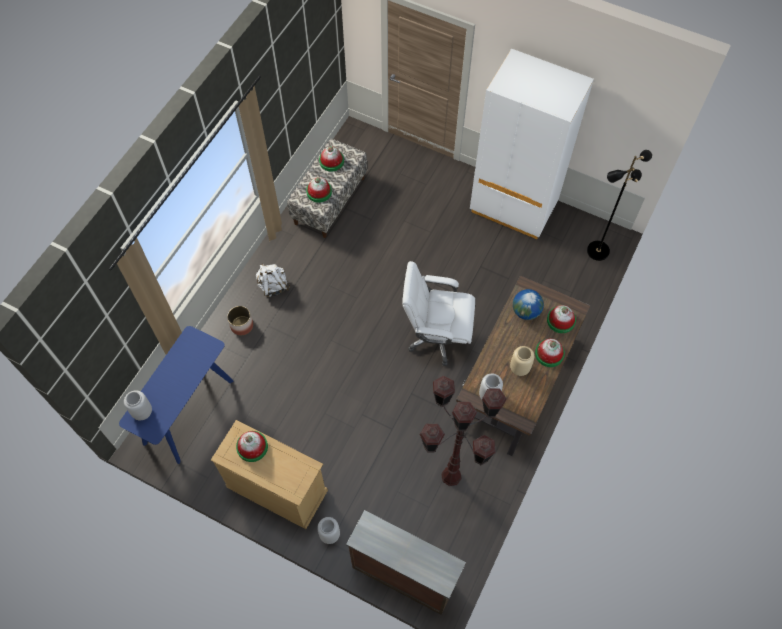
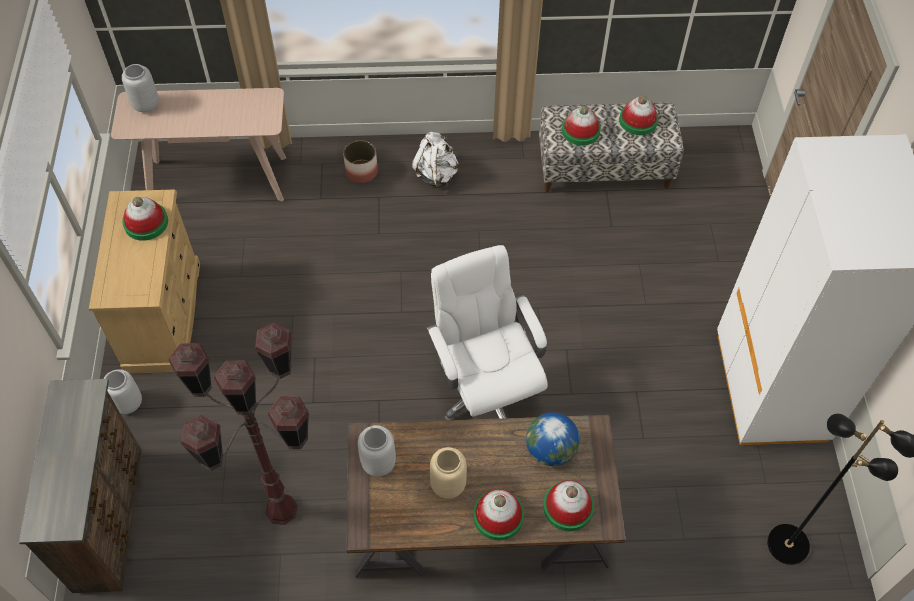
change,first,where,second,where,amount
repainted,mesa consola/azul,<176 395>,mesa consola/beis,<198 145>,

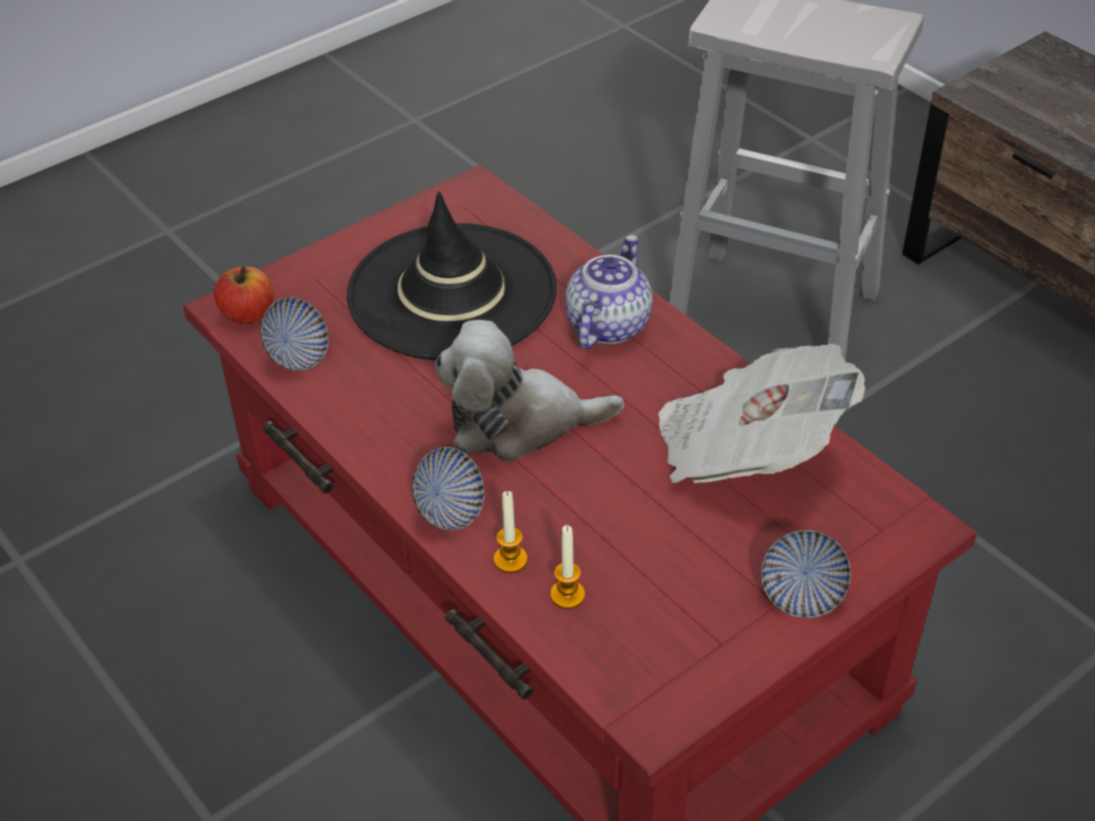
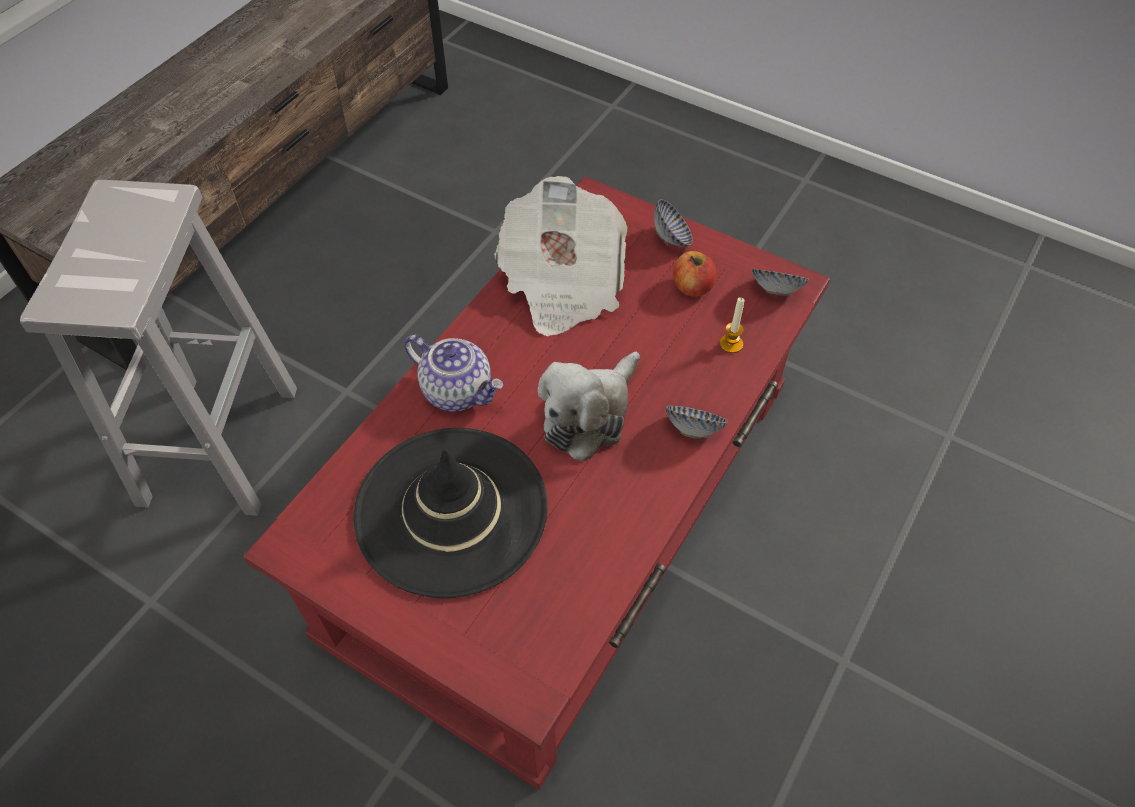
change,first,where,second,where,amount
rotated,tetera,<609 292>,,<453 373>,150 degrees counterclockwise
rotated,peluche,<529 391>,,<589 407>,60 degrees clockwise
shifted,manzana,<243 295>,,<694 274>,
shifted,cuenco,<295 334>,,<780 282>,
gone,vela,<510 532>,,,

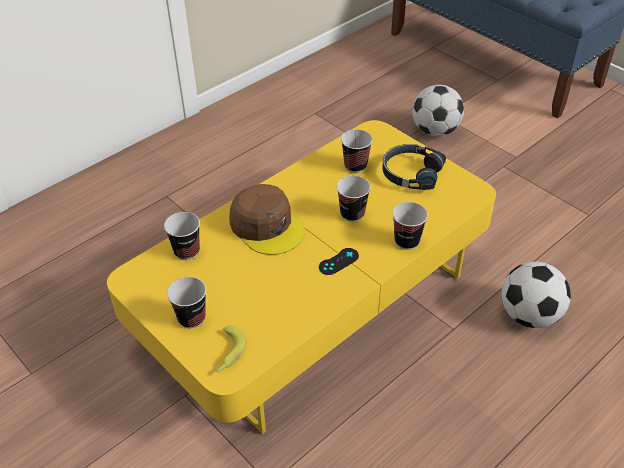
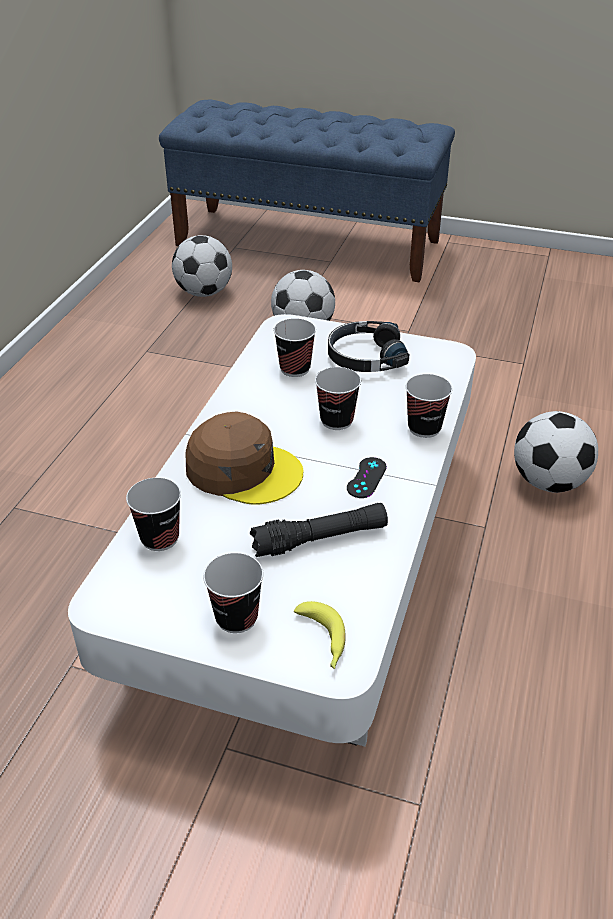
change,first,where,second,where,amount
repainted,mesa de centro/amarillo,<301 277>,mesa de centro/blanco,<272 530>,
new,,,balón de fútbol,<202 266>,
new,,,linterna/negro,<319 530>,

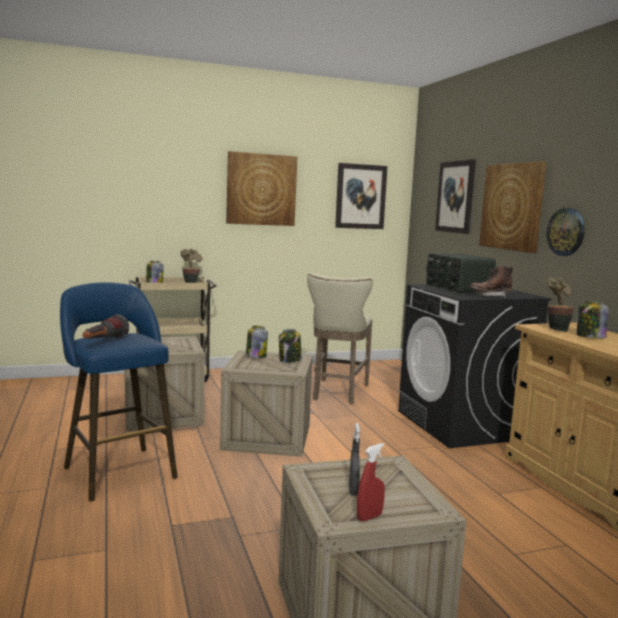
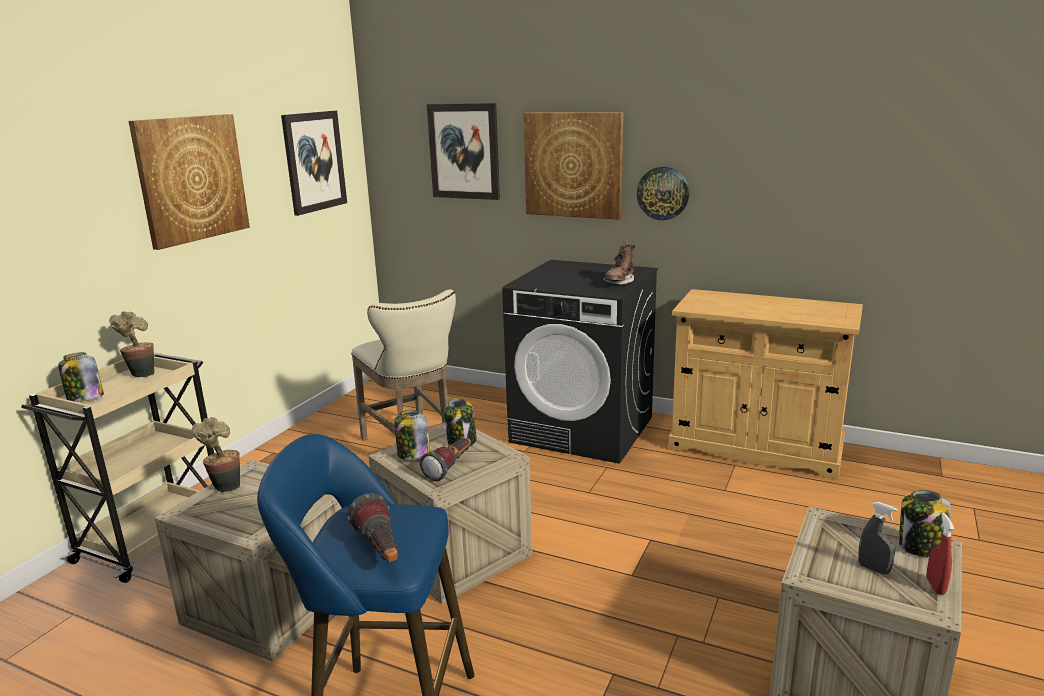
change,first,where,second,where,amount
shifted,planta en maceta,<560 304>,,<216 454>,
new,,,linterna,<445 459>,
shifted,tarro,<592 319>,,<925 523>,
gone,radio,<461 273>,,,

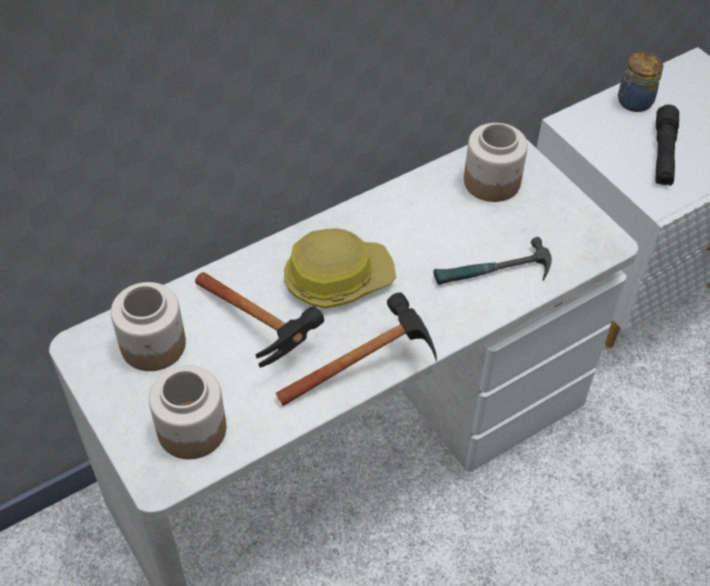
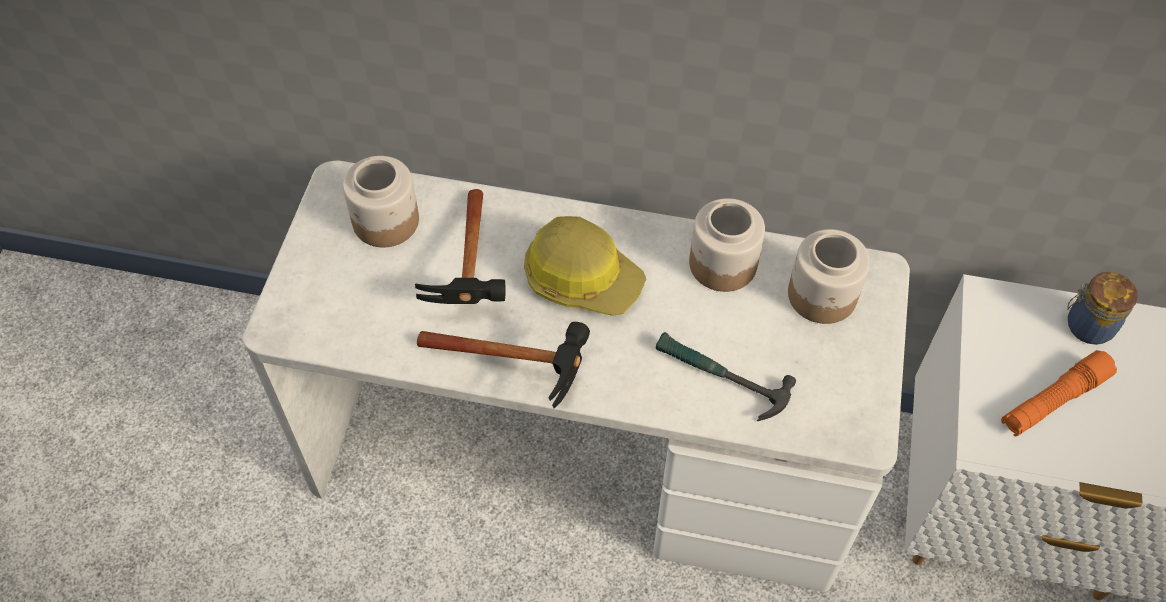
change,first,where,second,where,amount
shifted,tarro,<187 412>,,<727 245>,
repainted,linterna/negro,<667 145>,linterna/naranja,<1059 393>,

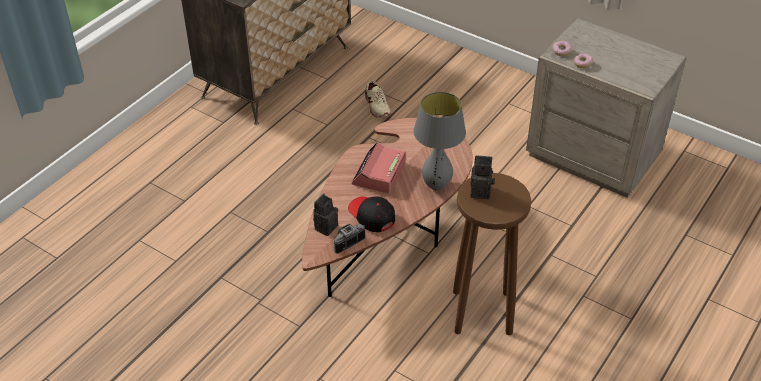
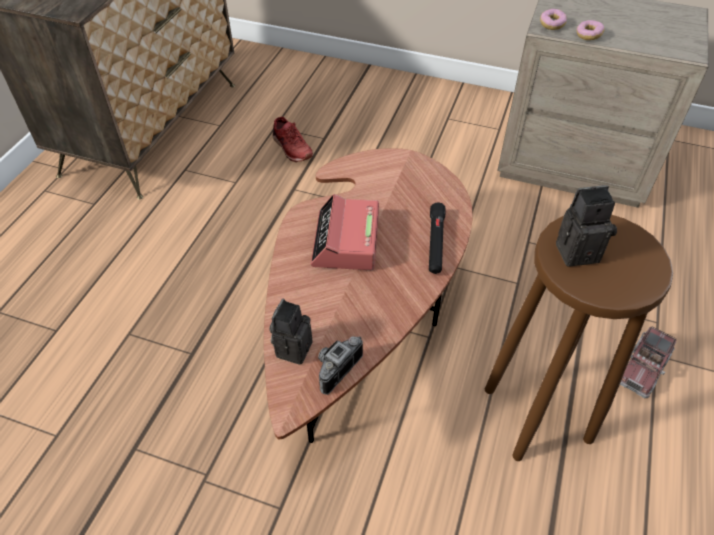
change,first,where,second,where,amount
repainted,zapato/beis,<377 99>,zapato/rojo,<293 139>,
swapped,lámpara de mesa/gris,<439 141>,linterna/negro,<437 238>,
new,,,camión de juguete,<648 362>,
gone,gorra/negro,<371 214>,,,

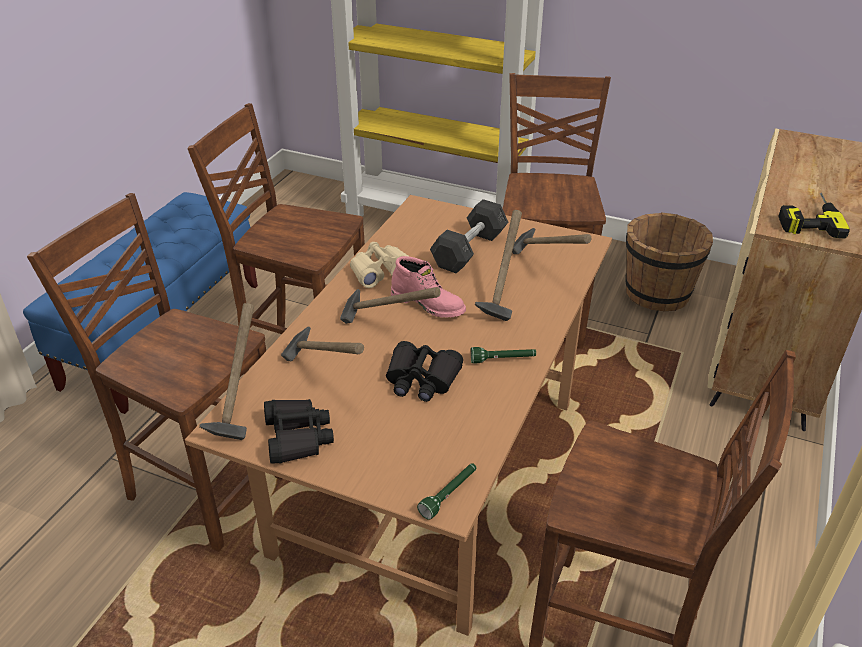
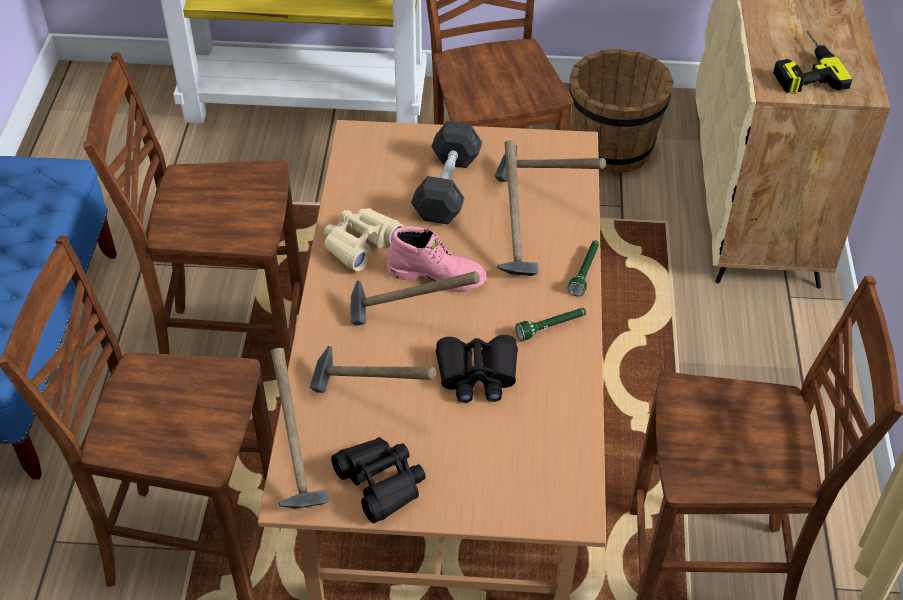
change,first,where,second,where,amount
shifted,linterna/verde,<446 491>,,<583 268>,

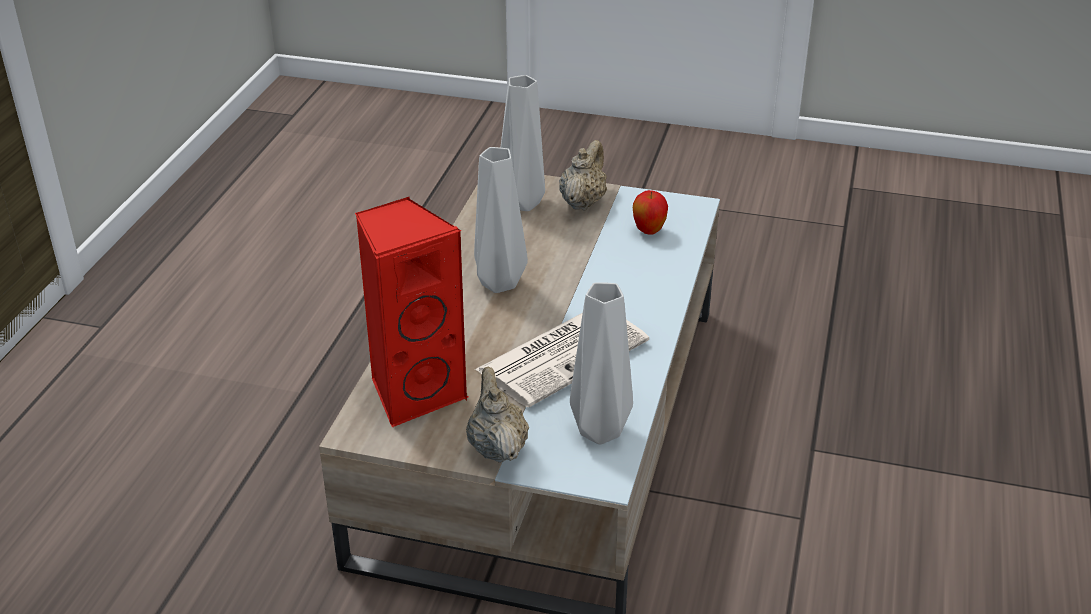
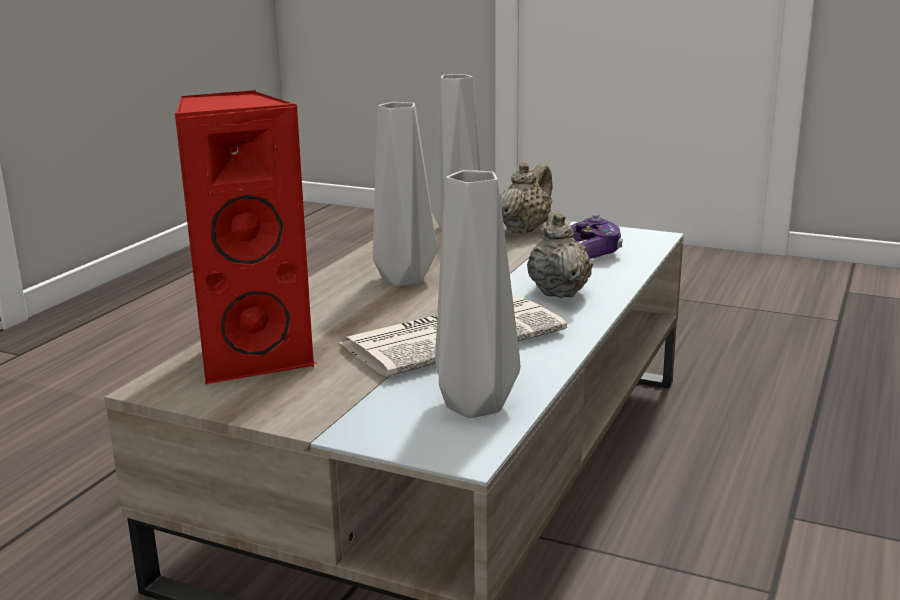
change,first,where,second,where,amount
shifted,tetera/beis,<497 414>,,<560 254>,
swapped,manzana,<650 212>,mando de consola,<597 236>,

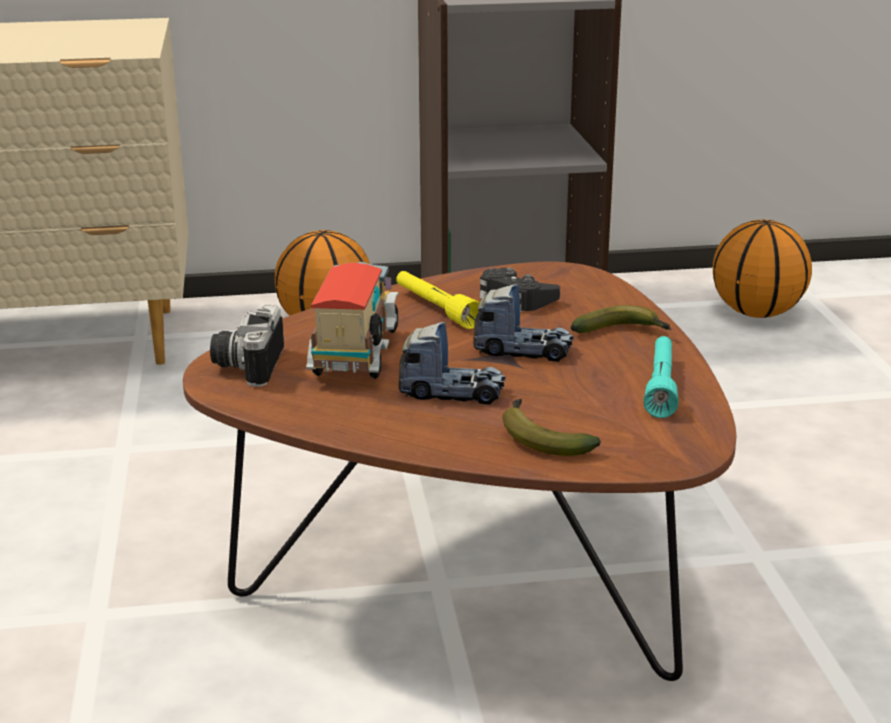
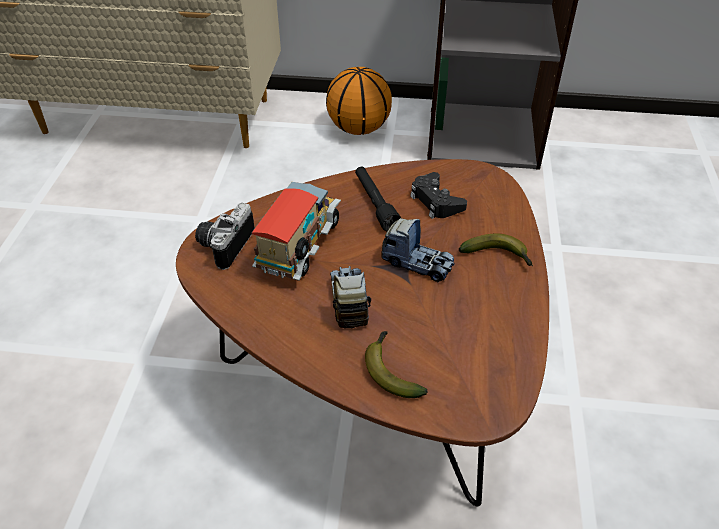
change,first,where,second,where,amount
rotated,camión de juguete,<452 363>,,<350 297>,120 degrees counterclockwise
repainted,linterna/amarillo,<438 300>,linterna/negro,<378 199>,
gone,linterna/turquesa,<661 377>,,,
gone,balón de baloncesto,<762 269>,,,

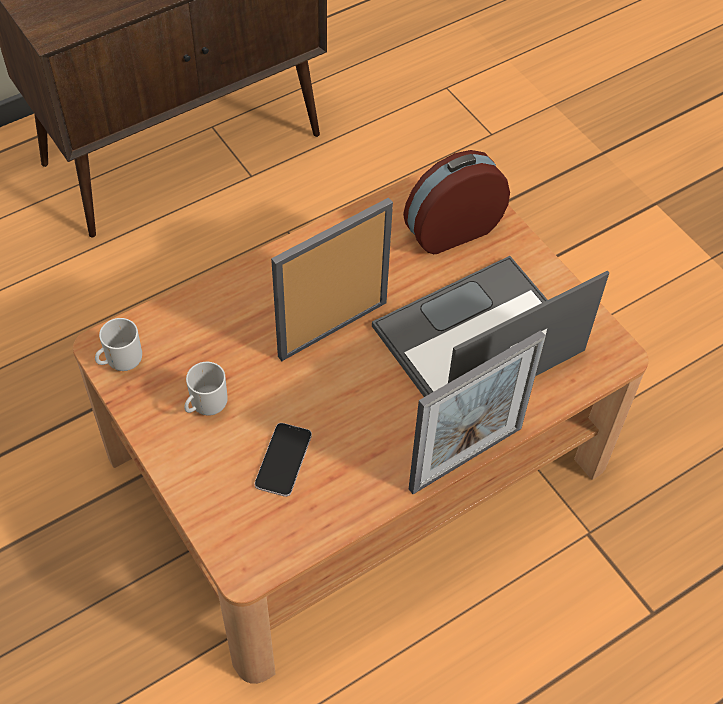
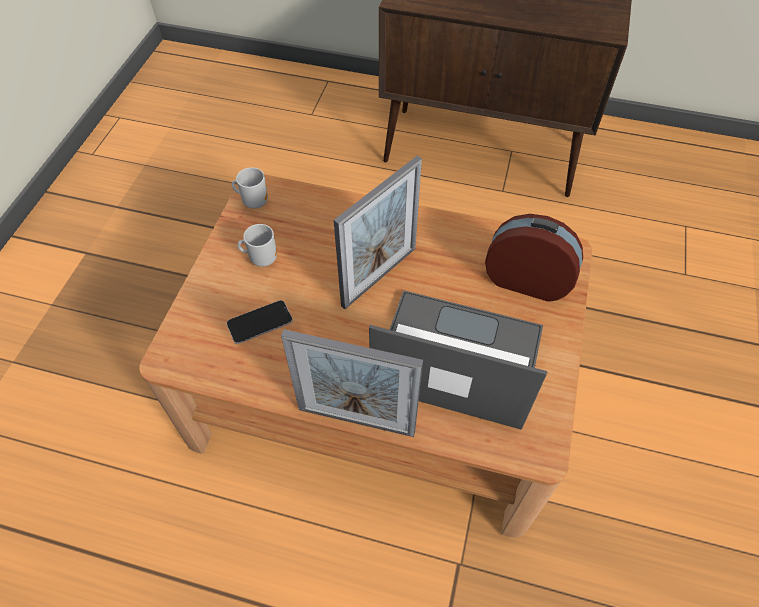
change,first,where,second,where,amount
rotated,portarretratos,<332 279>,,<378 232>,120 degrees clockwise

